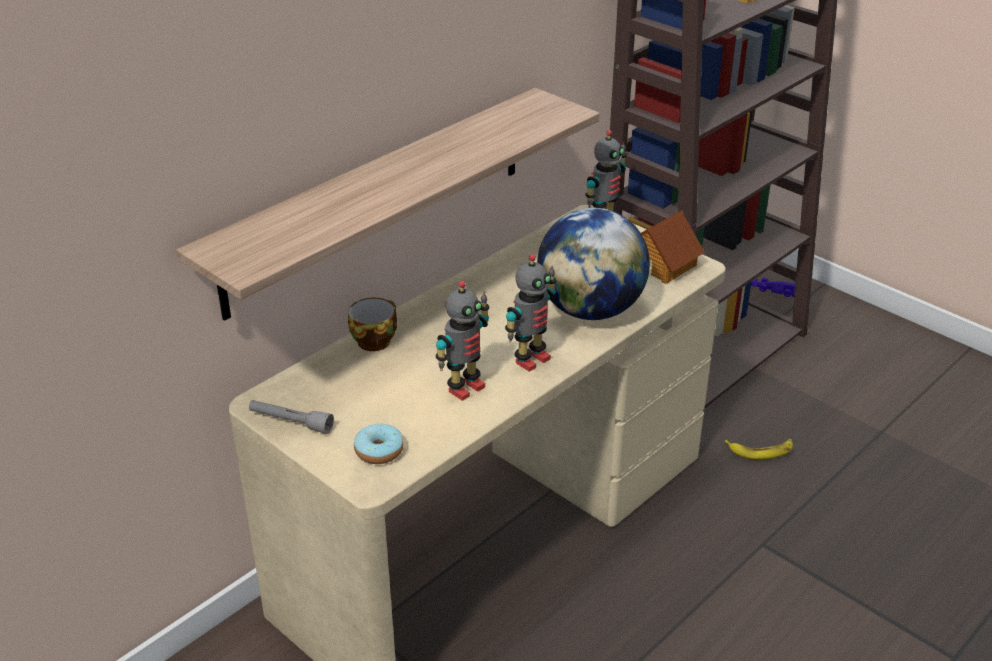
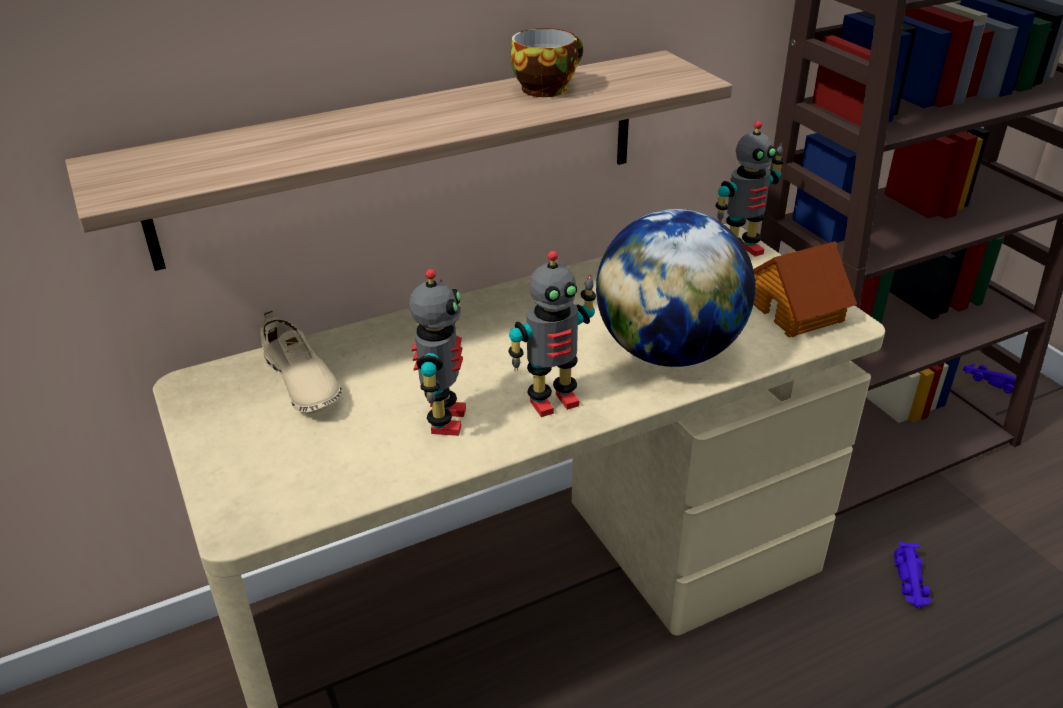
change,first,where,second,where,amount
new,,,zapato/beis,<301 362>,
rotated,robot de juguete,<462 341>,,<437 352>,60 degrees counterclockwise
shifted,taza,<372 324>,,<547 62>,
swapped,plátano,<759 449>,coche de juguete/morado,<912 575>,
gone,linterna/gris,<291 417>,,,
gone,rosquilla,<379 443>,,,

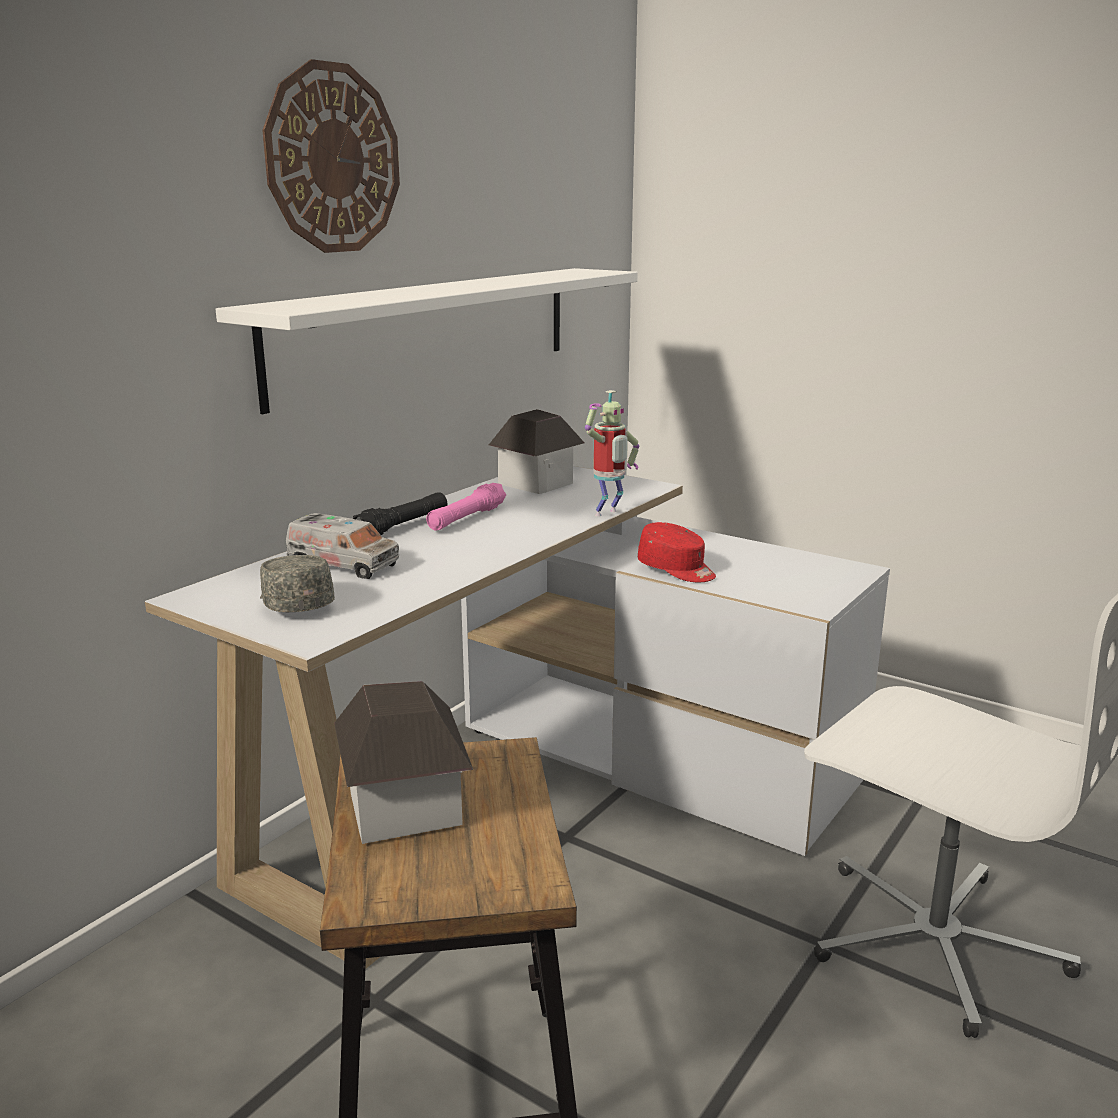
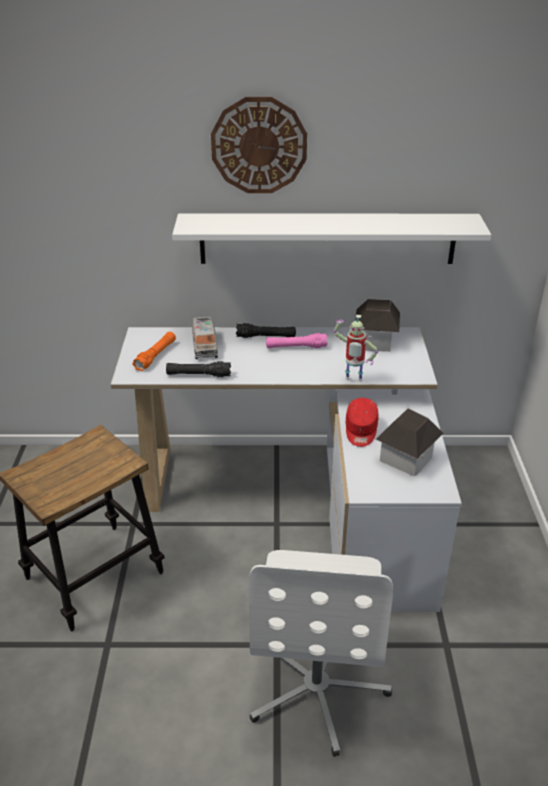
change,first,where,second,where,amount
swapped,gorra/gris,<297 583>,linterna/naranja,<154 351>,
new,,,linterna/negro,<198 369>,
shifted,casita,<403 762>,,<409 442>,

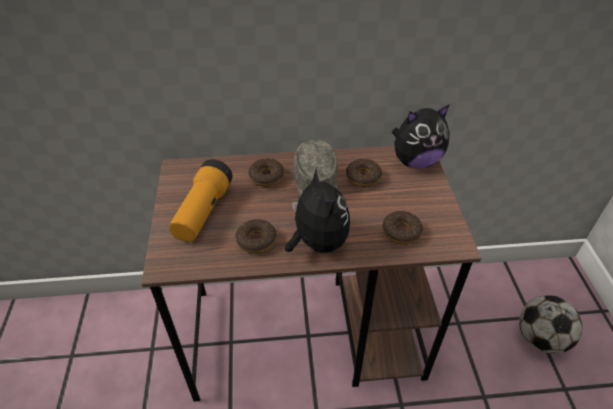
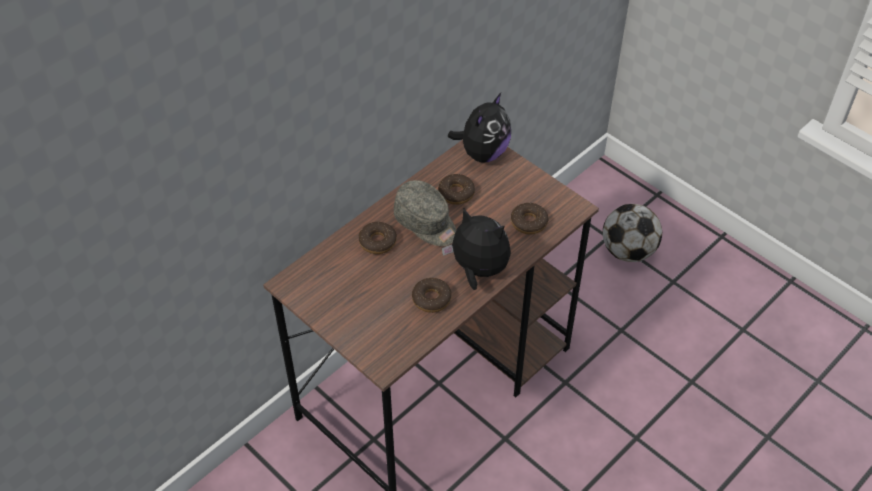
change,first,where,second,where,amount
gone,linterna,<201 200>,,,

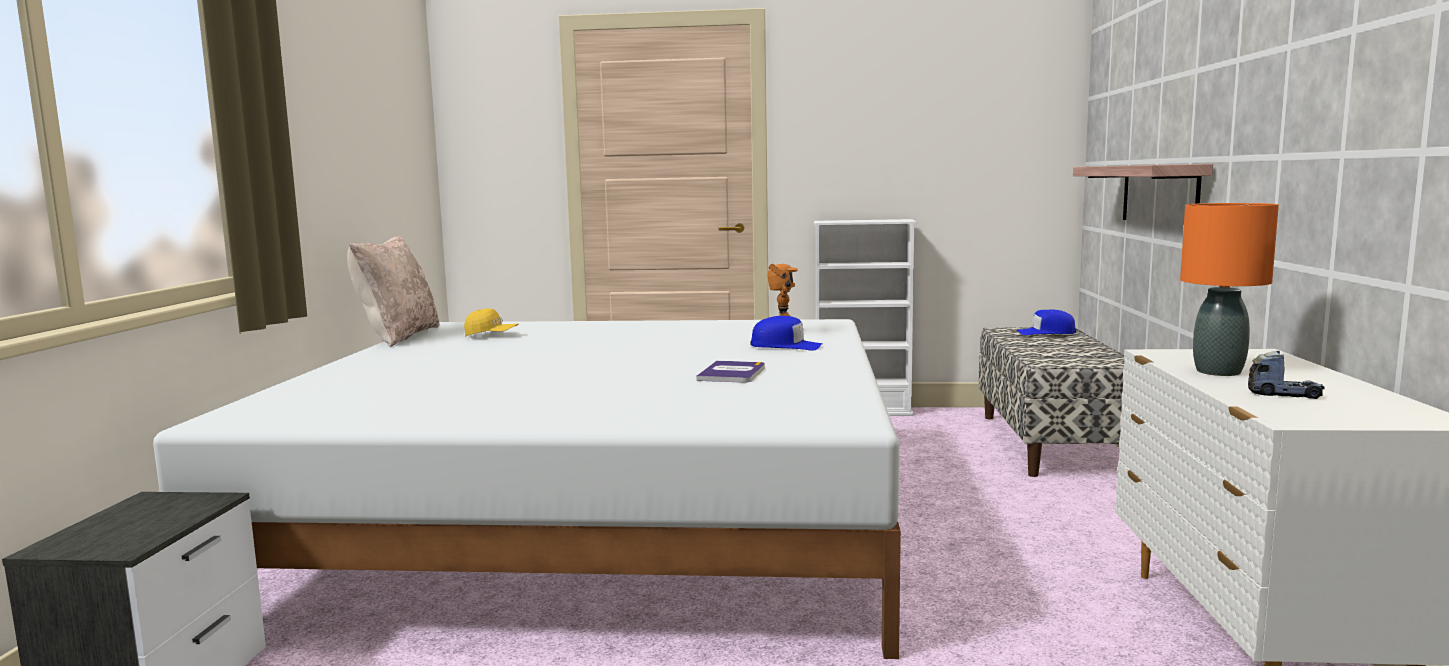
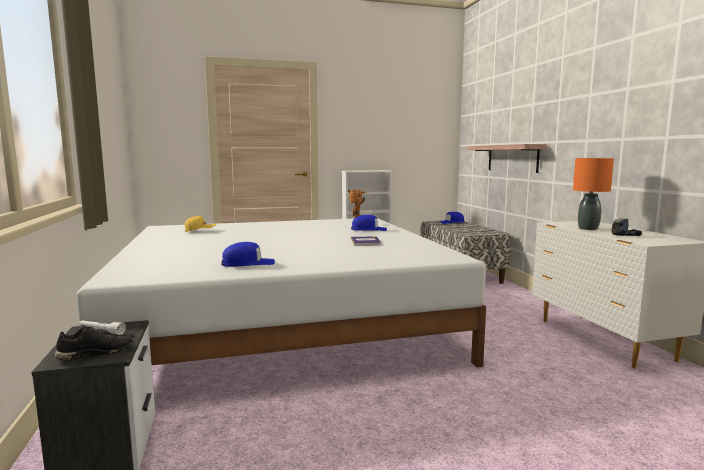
change,first,where,second,where,amount
new,,,zapato/negro,<94 343>,
new,,,linterna/blanco,<102 327>,
new,,,gorra/azul,<248 254>,
gone,cojín/beis,<393 292>,,,

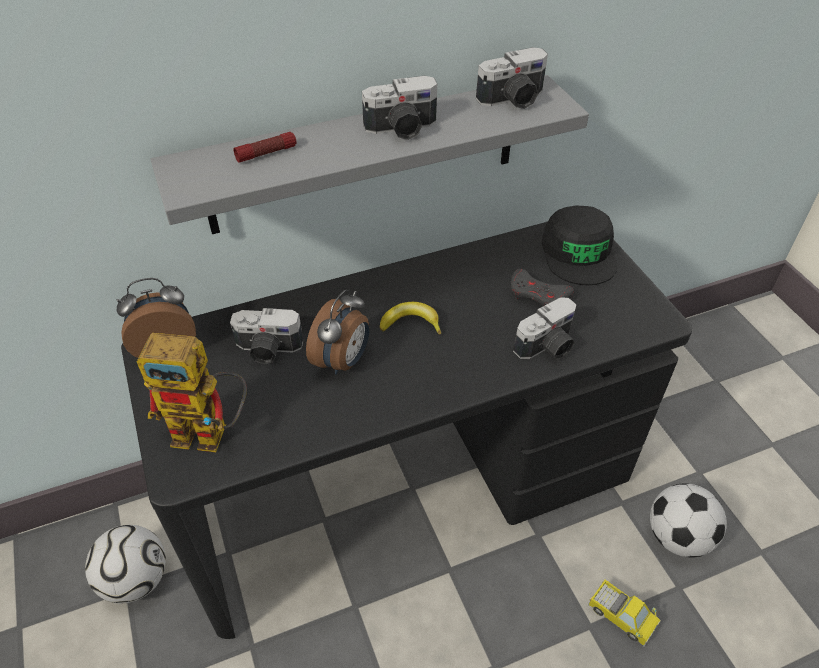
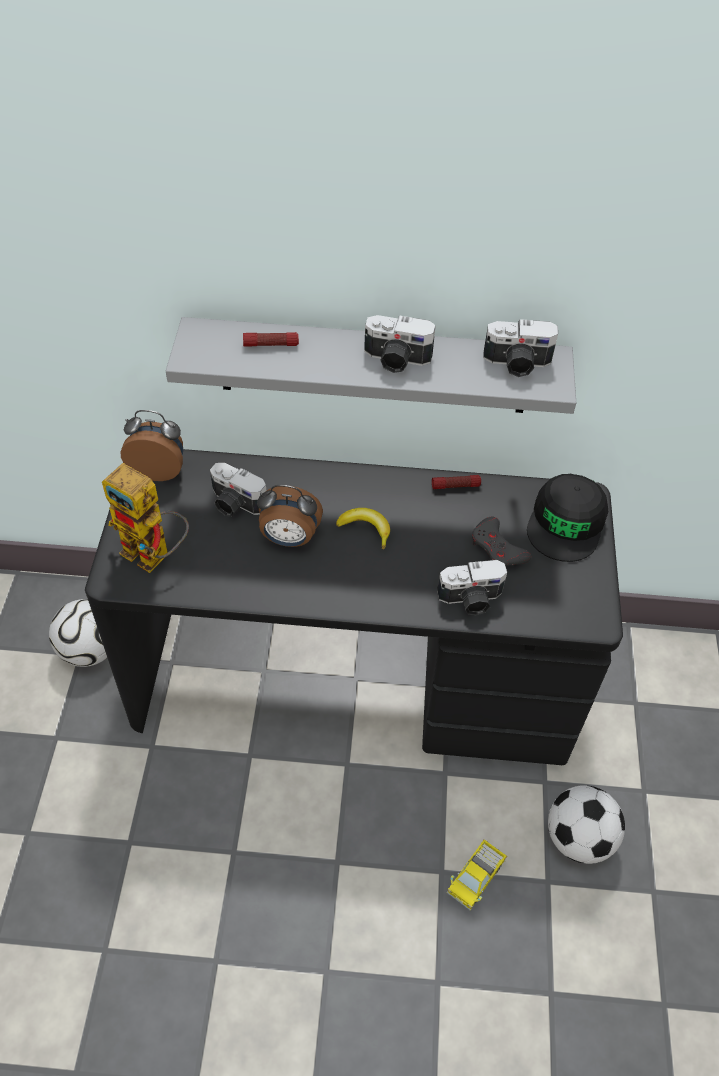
change,first,where,second,where,amount
rotated,despertador,<337 332>,,<290 516>,45 degrees clockwise
new,,,linterna,<456 482>,
rotated,camión de juguete,<624 613>,,<477 875>,60 degrees clockwise

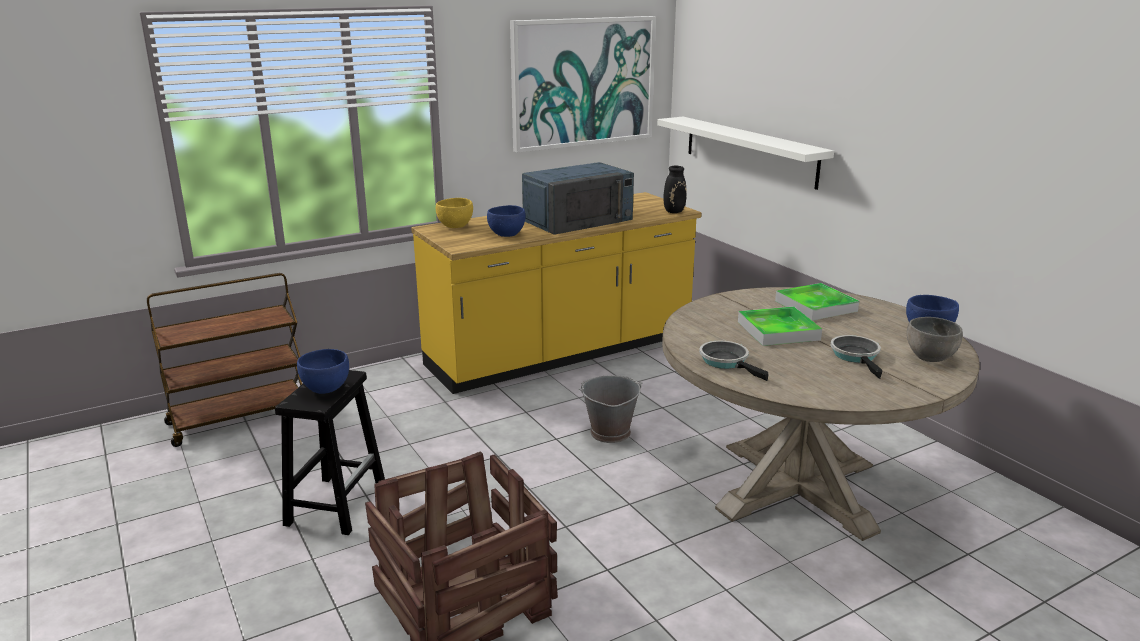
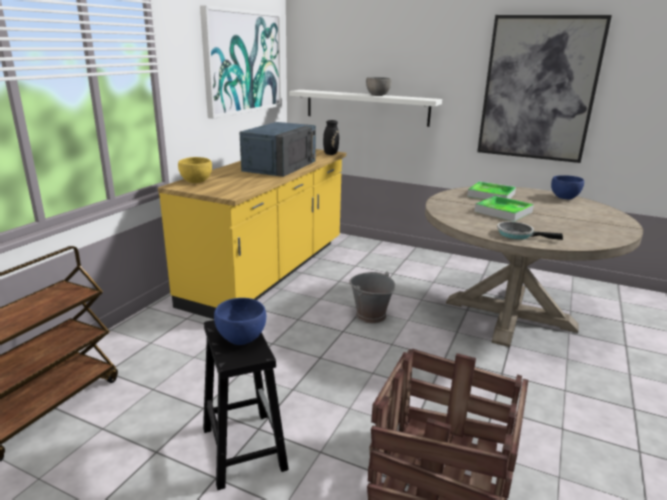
change,first,where,second,where,amount
shifted,cuenco/gris,<935 339>,,<378 86>,
new,,,cuadro,<544 89>,
gone,cuenco/azul,<506 221>,,,
gone,sartén,<856 357>,,,

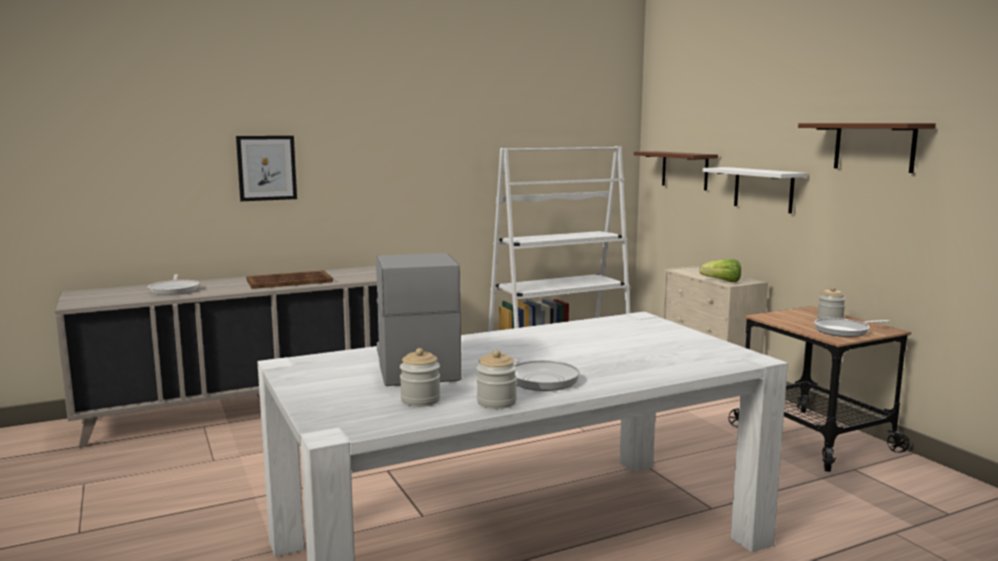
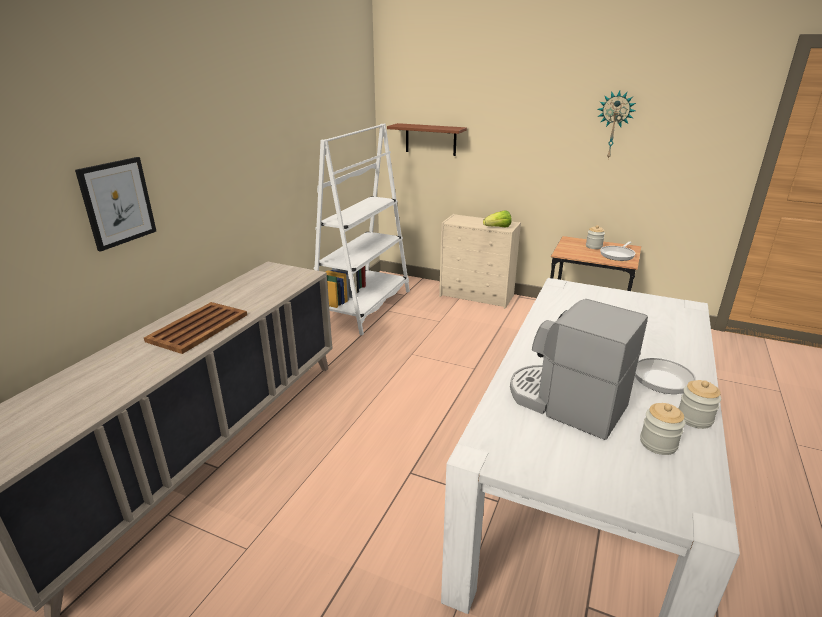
change,first,where,second,where,amount
swapped,estante/marrón,<867 148>,reloj de pared,<616 124>,
gone,sartén,<173 284>,,,
gone,estante/blanco,<755 190>,,,

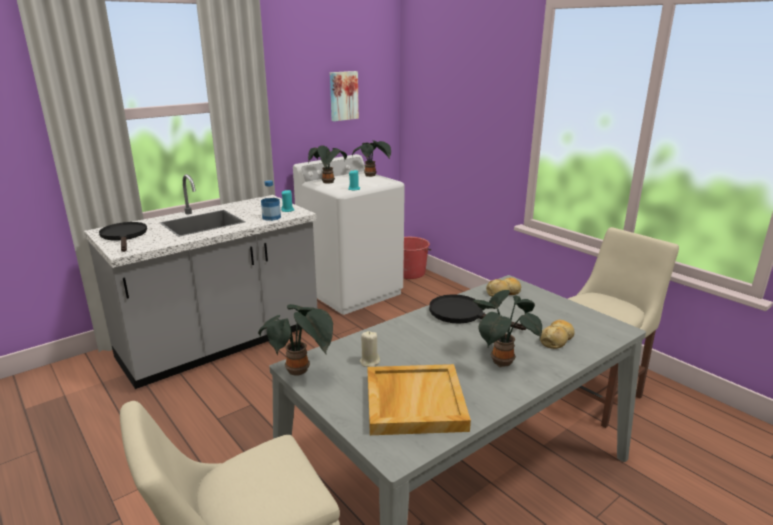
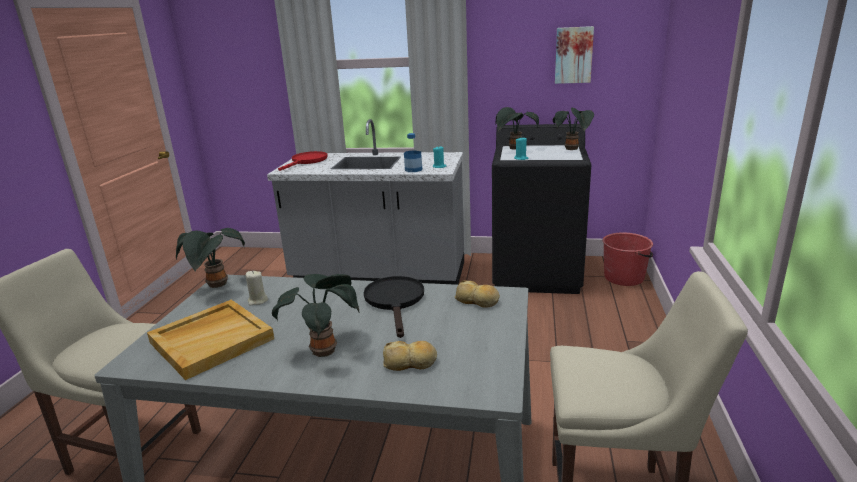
change,first,where,second,where,amount
repainted,sartén/negro,<123 237>,sartén/rojo,<303 161>,
repainted,lavadora/blanco,<349 234>,lavadora/negro,<541 209>,

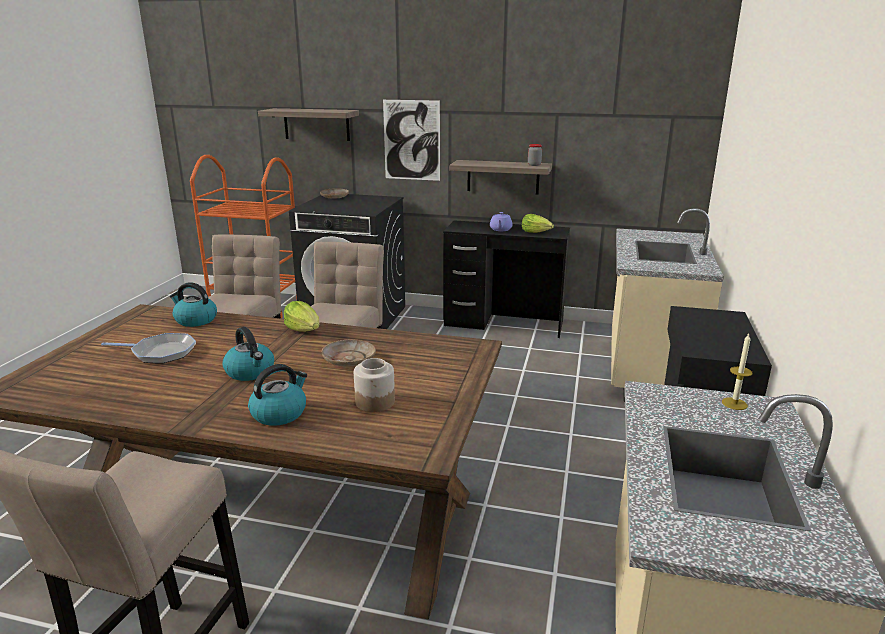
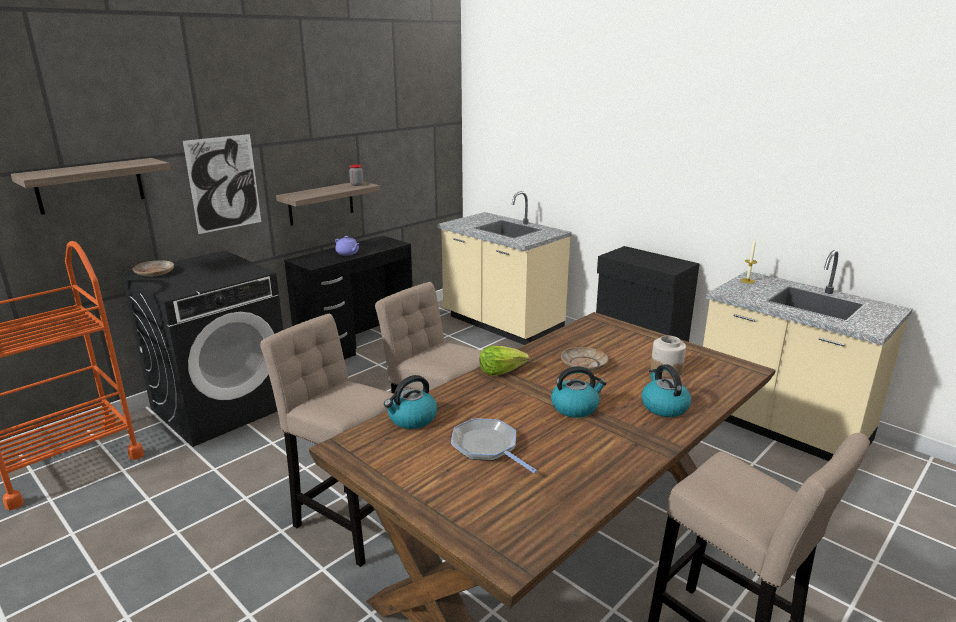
change,first,where,second,where,amount
rotated,sartén,<148 348>,,<494 445>,75 degrees counterclockwise
gone,lechuga,<538 223>,,,

